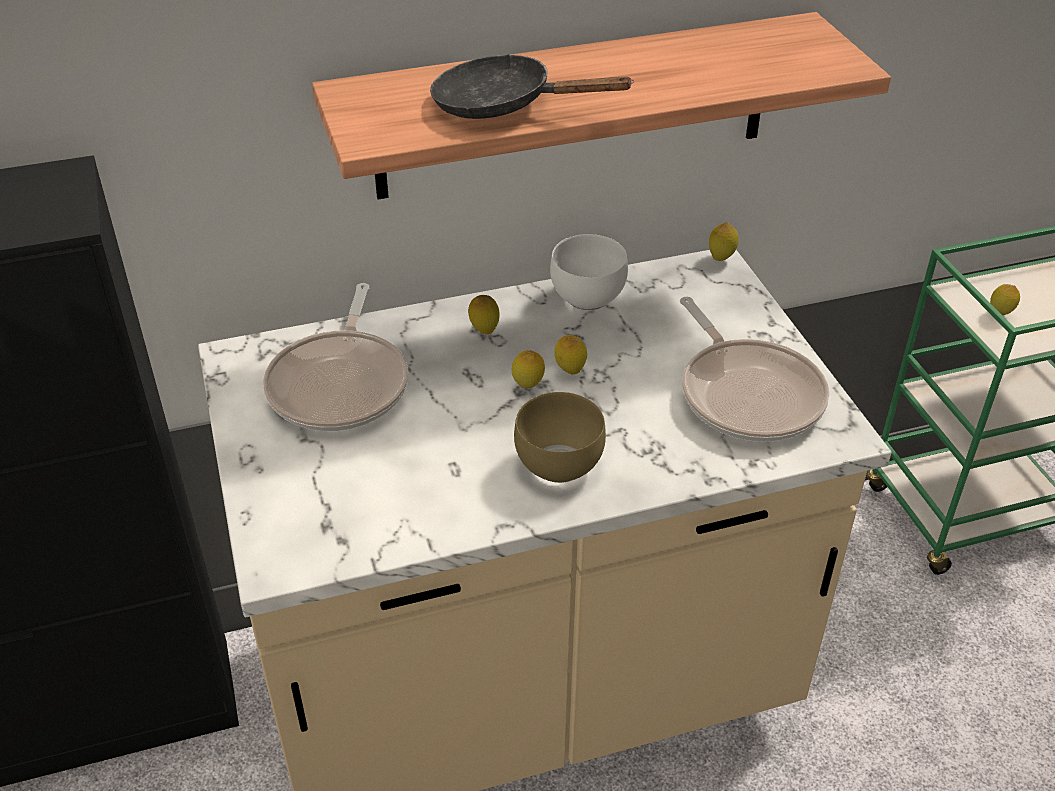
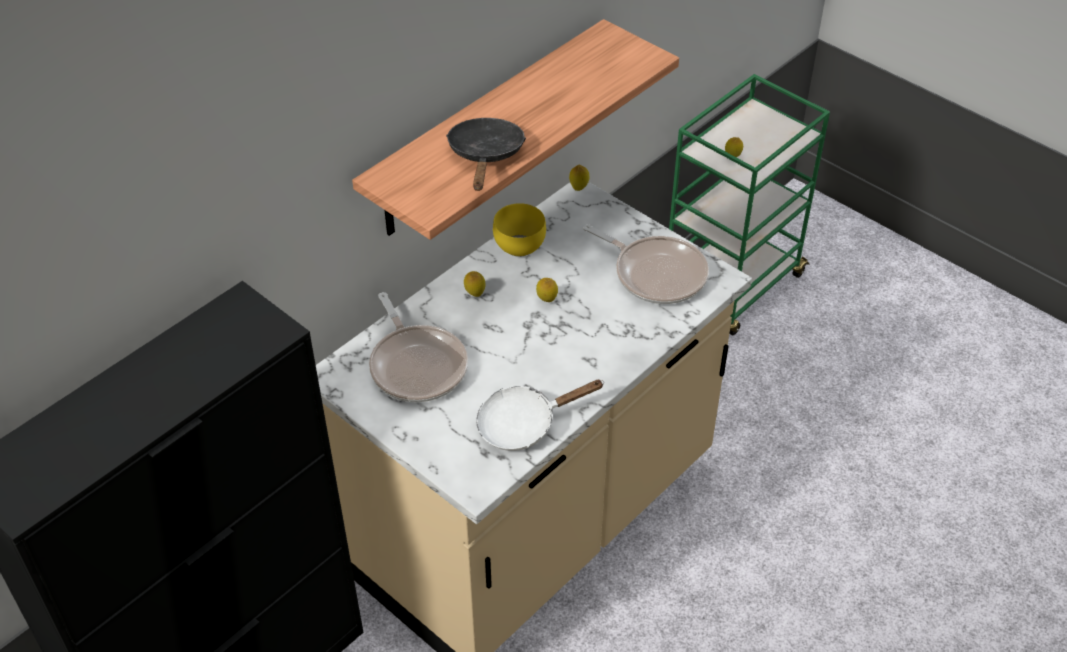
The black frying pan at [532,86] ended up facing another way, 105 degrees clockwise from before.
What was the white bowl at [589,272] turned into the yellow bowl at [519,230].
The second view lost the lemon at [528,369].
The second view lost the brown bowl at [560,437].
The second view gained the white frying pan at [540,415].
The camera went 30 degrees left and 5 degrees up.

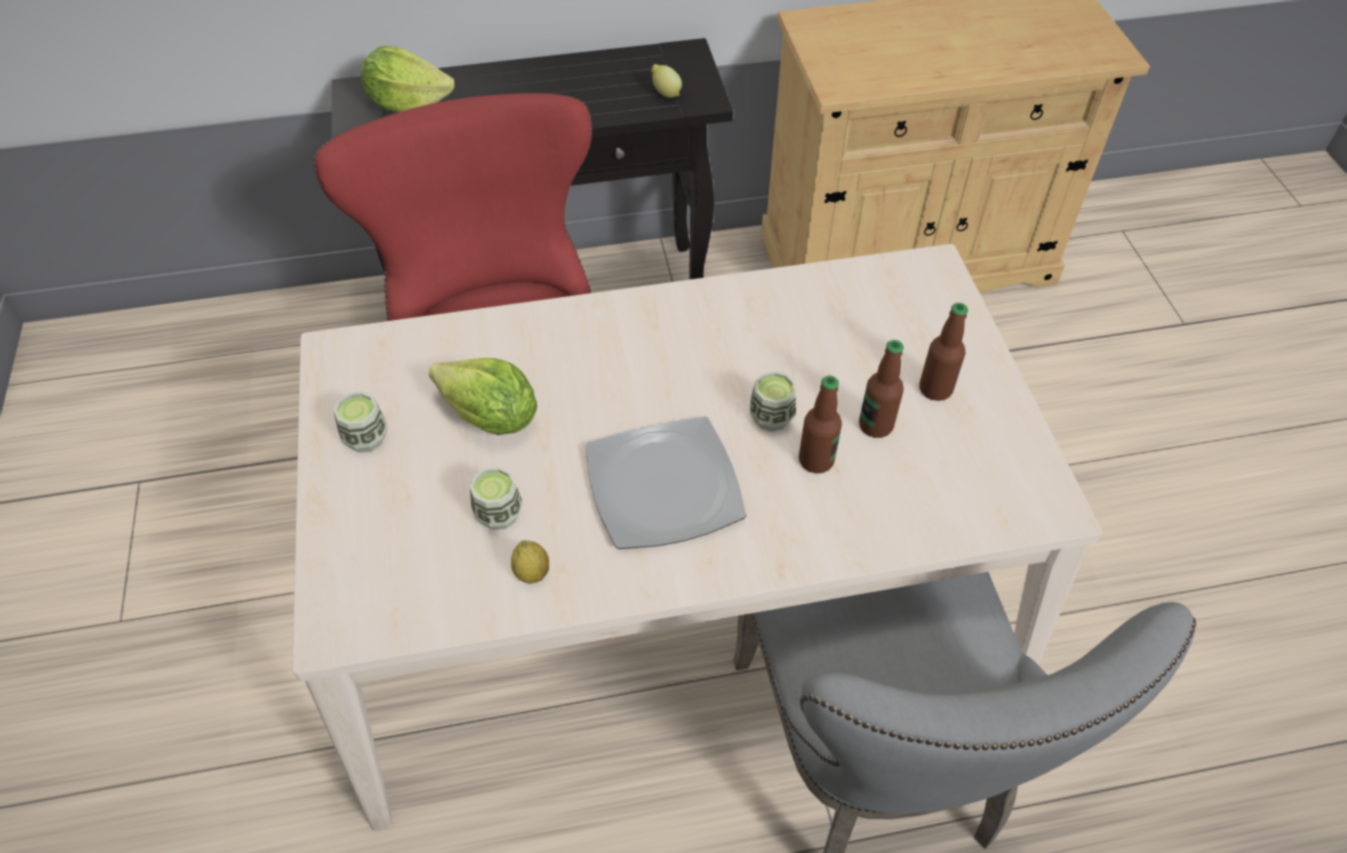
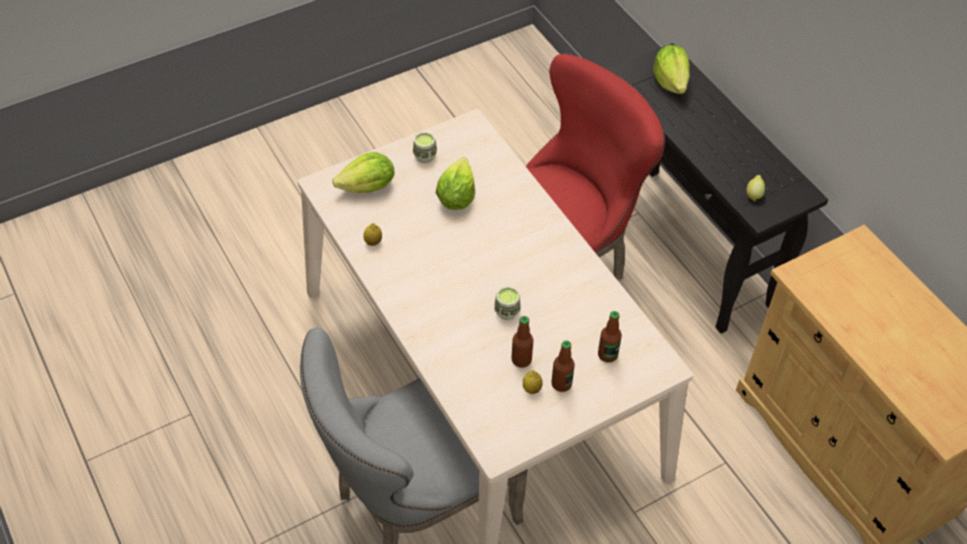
The bottle ended up elsewhere, having gone from [820,424] to [610,337].
The second view lost the plate at [666,482].
The second view lost the cup at [496,498].
The second view gained the lettuce at [363,172].
The second view gained the lemon at [533,382].
The camera went 70 degrees right and 0 degrees up.

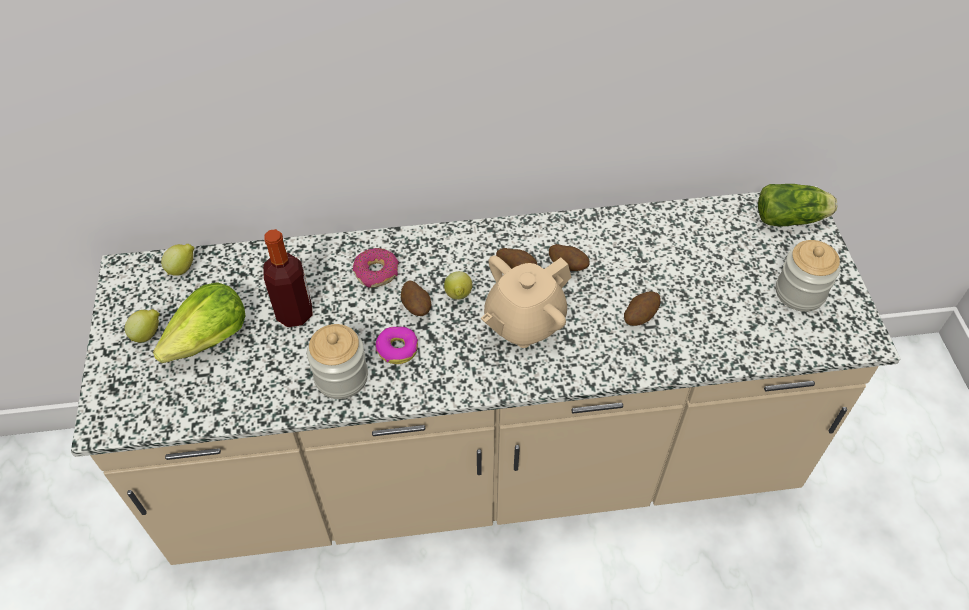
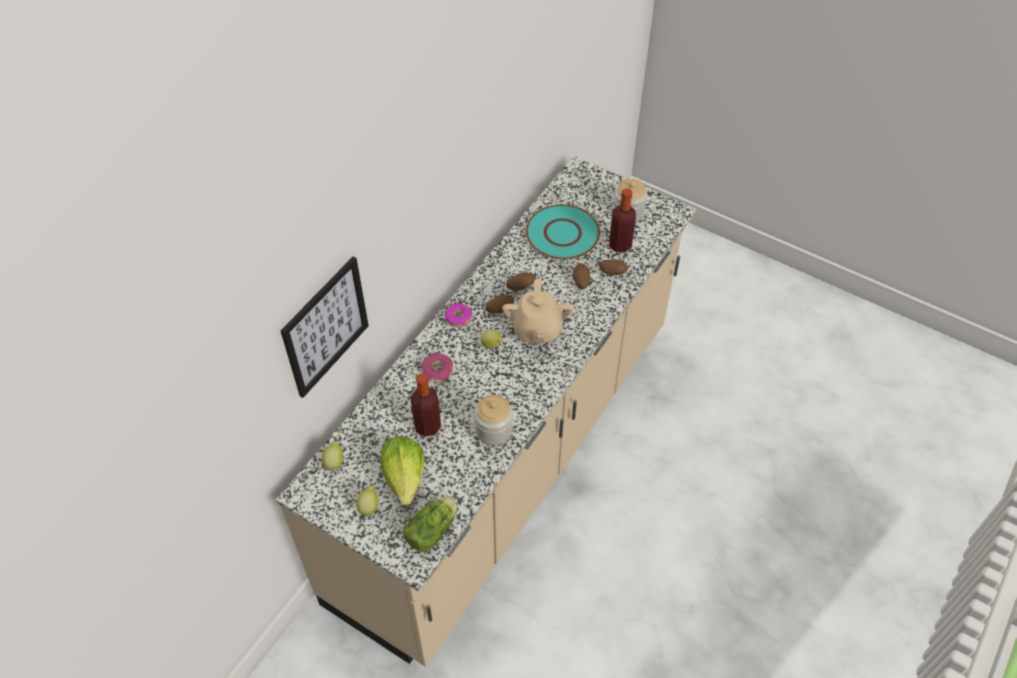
The lettuce ended up elsewhere, having gone from [798,205] to [429,524].
The potato ended up elsewhere, having gone from [416,298] to [613,267].
The donut ended up elsewhere, having gone from [397,345] to [458,315].
The second view gained the bottle at [622,220].
The second view gained the turquoise plate at [563,231].
The second view gained the picture at [325,327].
The camera went 50 degrees left and 0 degrees up.

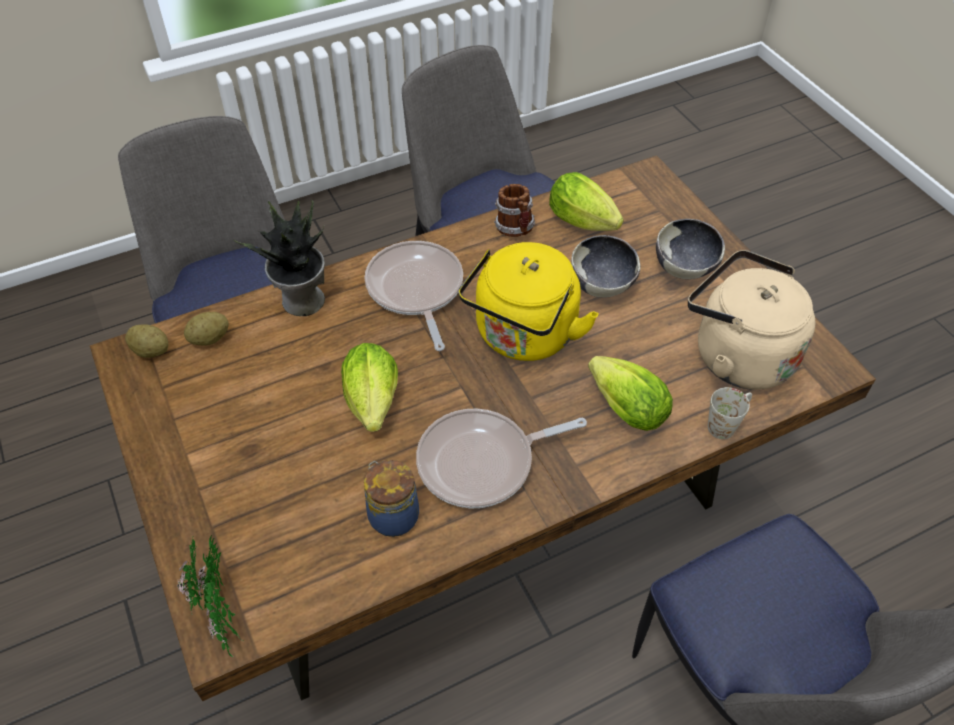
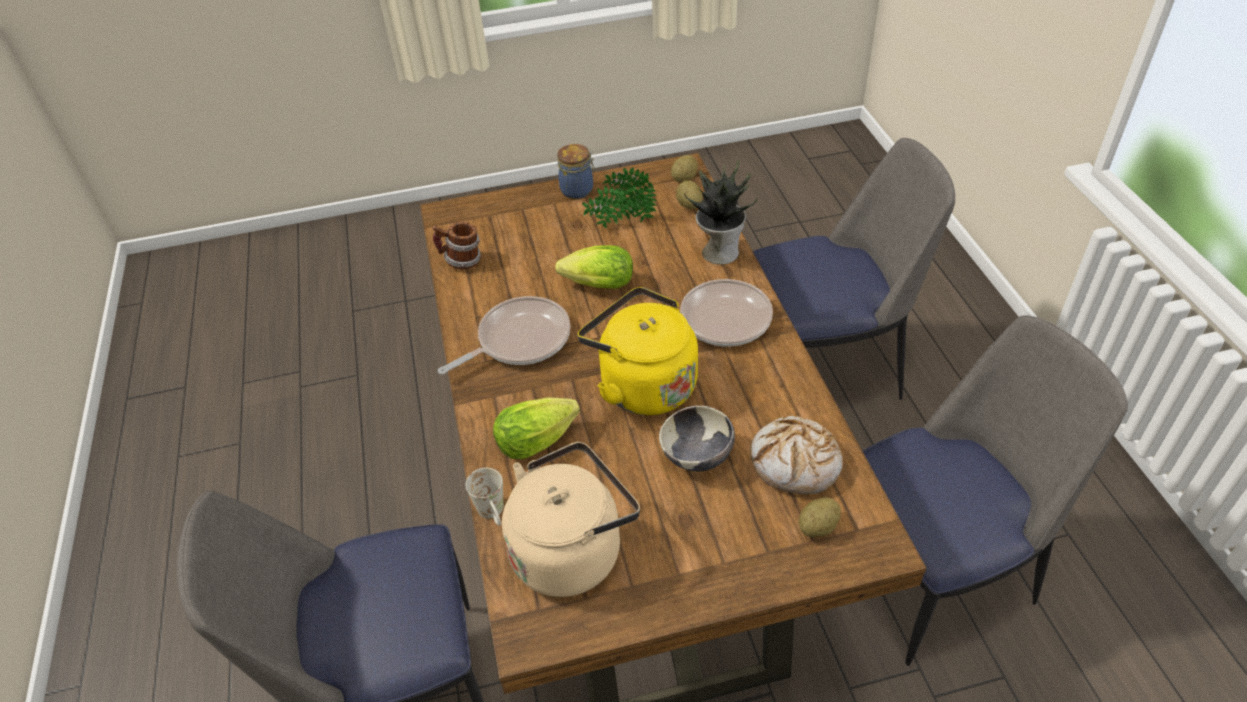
Where the lettuce stood at [586,201], the bread came to stand at [796,454].
The mug ended up elsewhere, having gone from [514,210] to [457,246].
The second view lost the bowl at [690,249].
The frying pan at [501,458] ended up facing another way, 60 degrees clockwise from before.
The jar ended up elsewhere, having gone from [391,498] to [576,171].
The potted plant ended up elsewhere, having gone from [210,596] to [619,197].
The second view gained the potato at [820,517].
The camera went 105 degrees right and 5 degrees down.

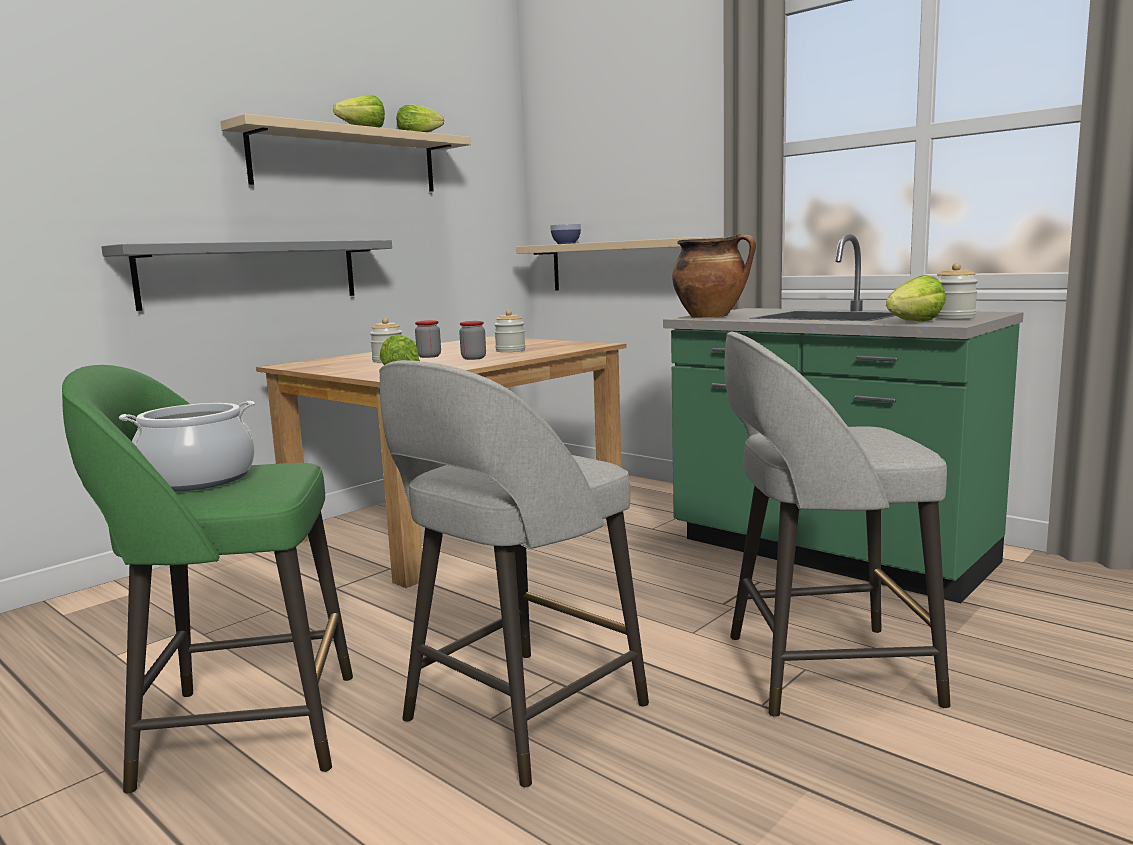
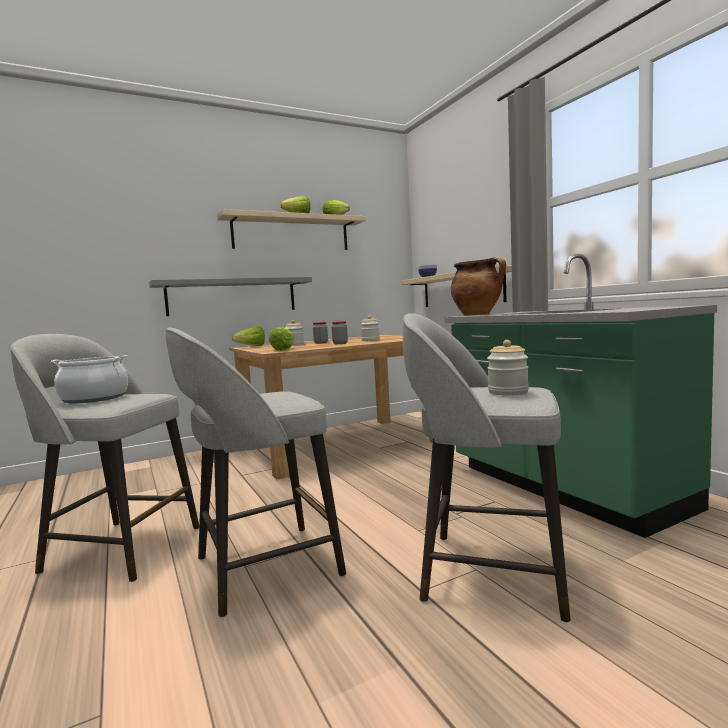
The jar ended up elsewhere, having gone from [956,291] to [508,368].
The lettuce ended up elsewhere, having gone from [916,298] to [248,336].
What was the green stool at [207,579] turned into the grey stool at [104,458].
The camera went 20 degrees right and 5 degrees down.

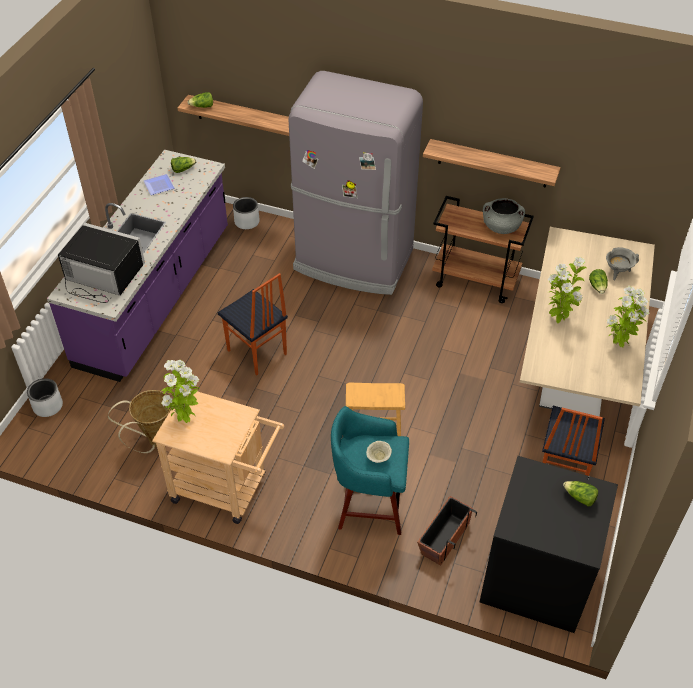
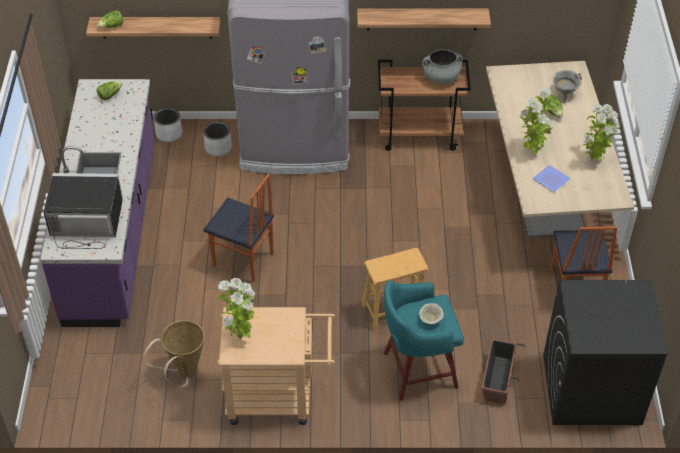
The plate ended up elsewhere, having gone from [159,184] to [552,178].
The grey planter ended up elsewhere, having gone from [45,397] to [217,138].
The second view lost the lettuce at [580,493].
The camera went 20 degrees left and 0 degrees up.

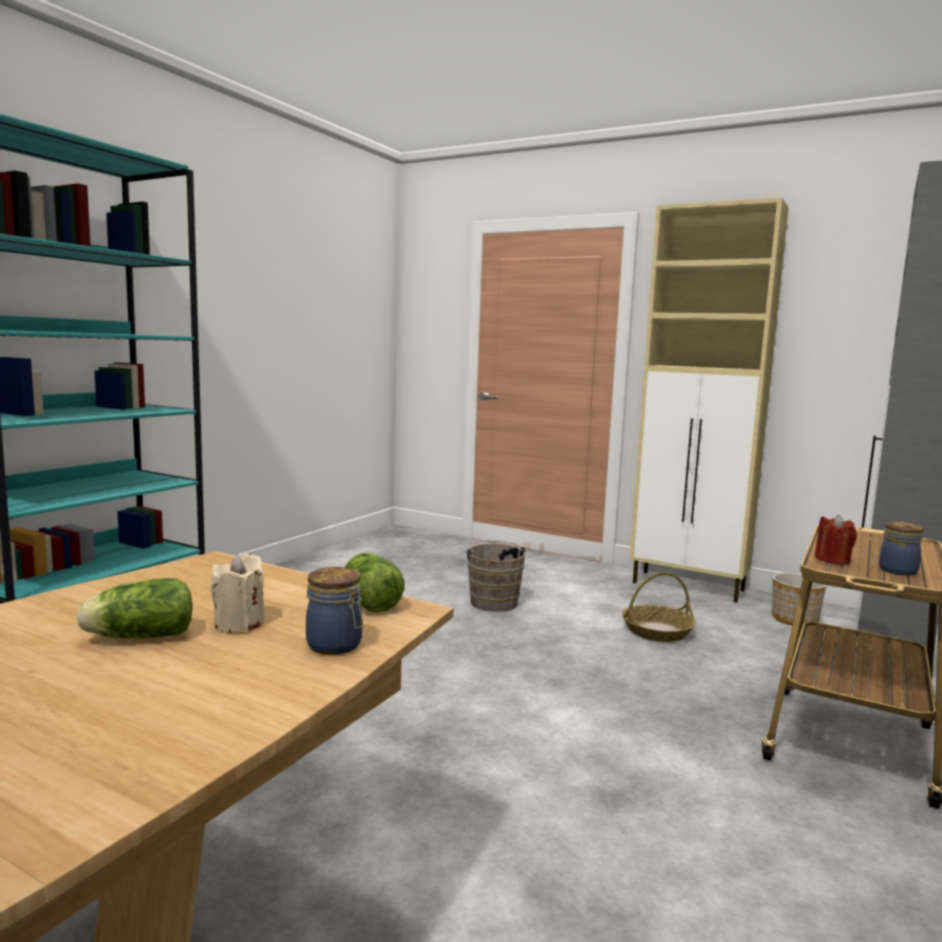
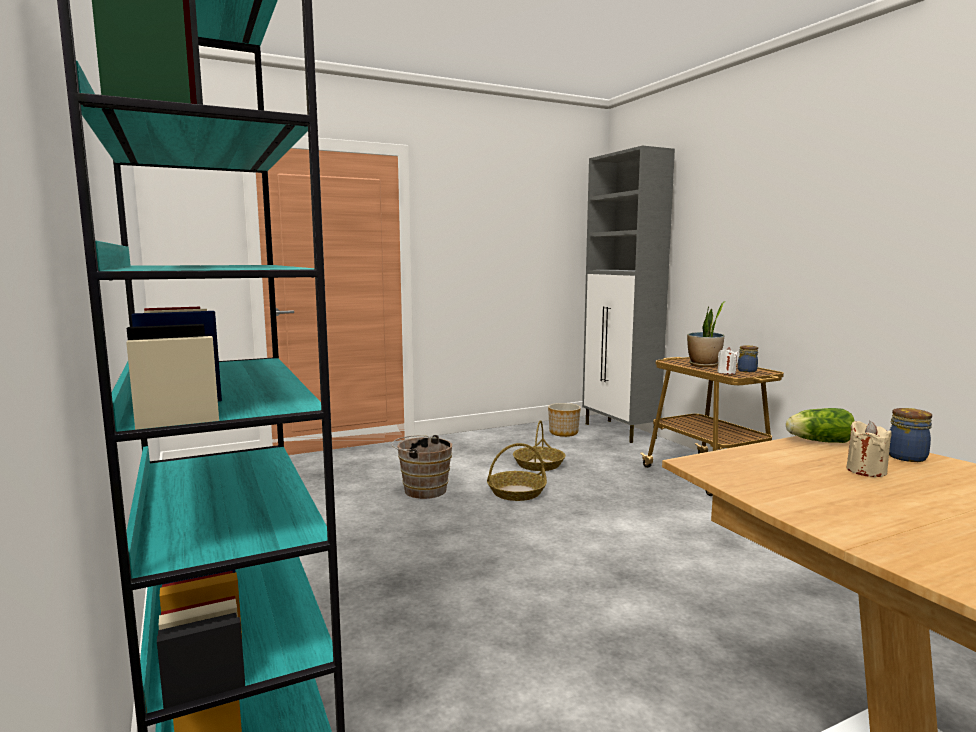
The second view lost the beige cabinet at [709,400].
What was the red candle at [836,540] turned into the white candle at [727,360].
The second view lost the lettuce at [135,608].
The second view gained the potted plant at [706,334].
The second view gained the basket at [517,472].
The camera went 55 degrees left and 0 degrees up.

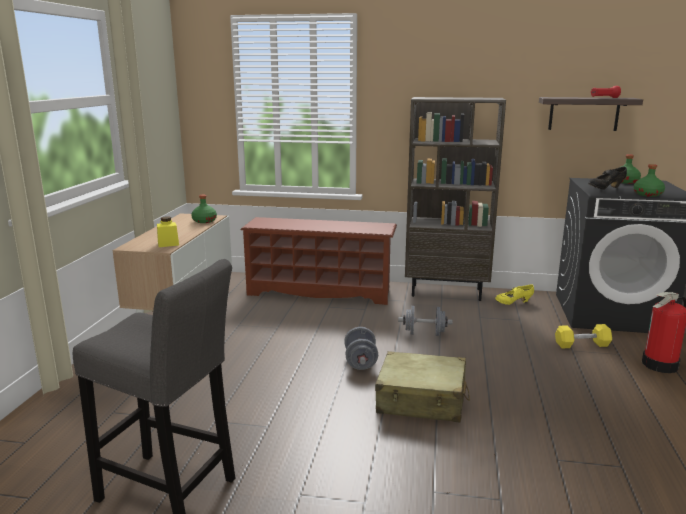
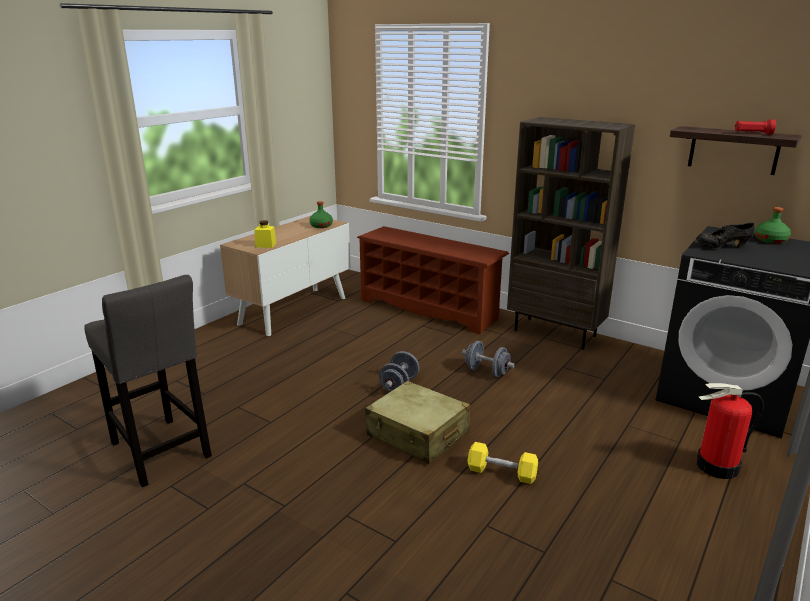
The second view lost the green bottle at [649,180].
The second view lost the yellow shoe at [514,294].
The yellow dumbbell ended up elsewhere, having gone from [583,336] to [502,463].
The camera went 25 degrees right and 5 degrees up.

